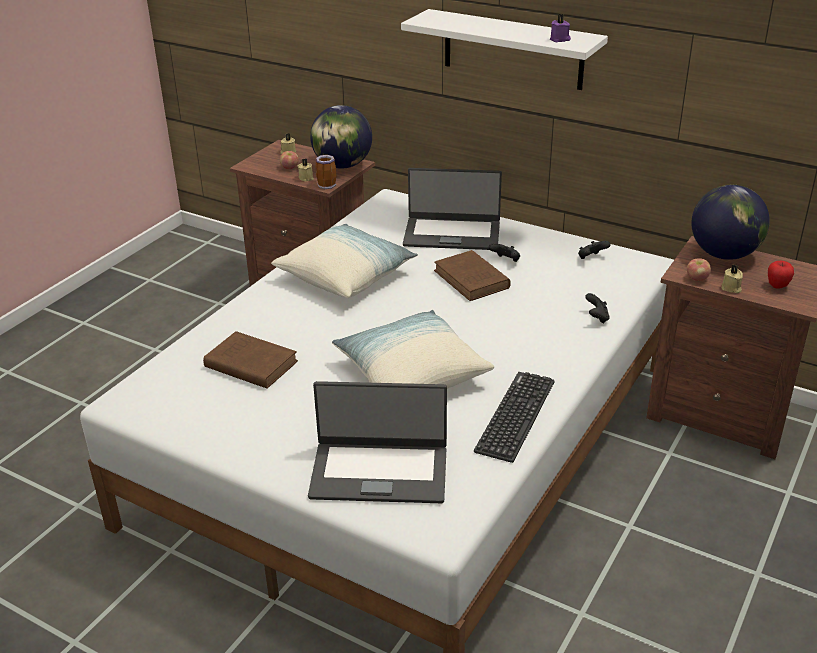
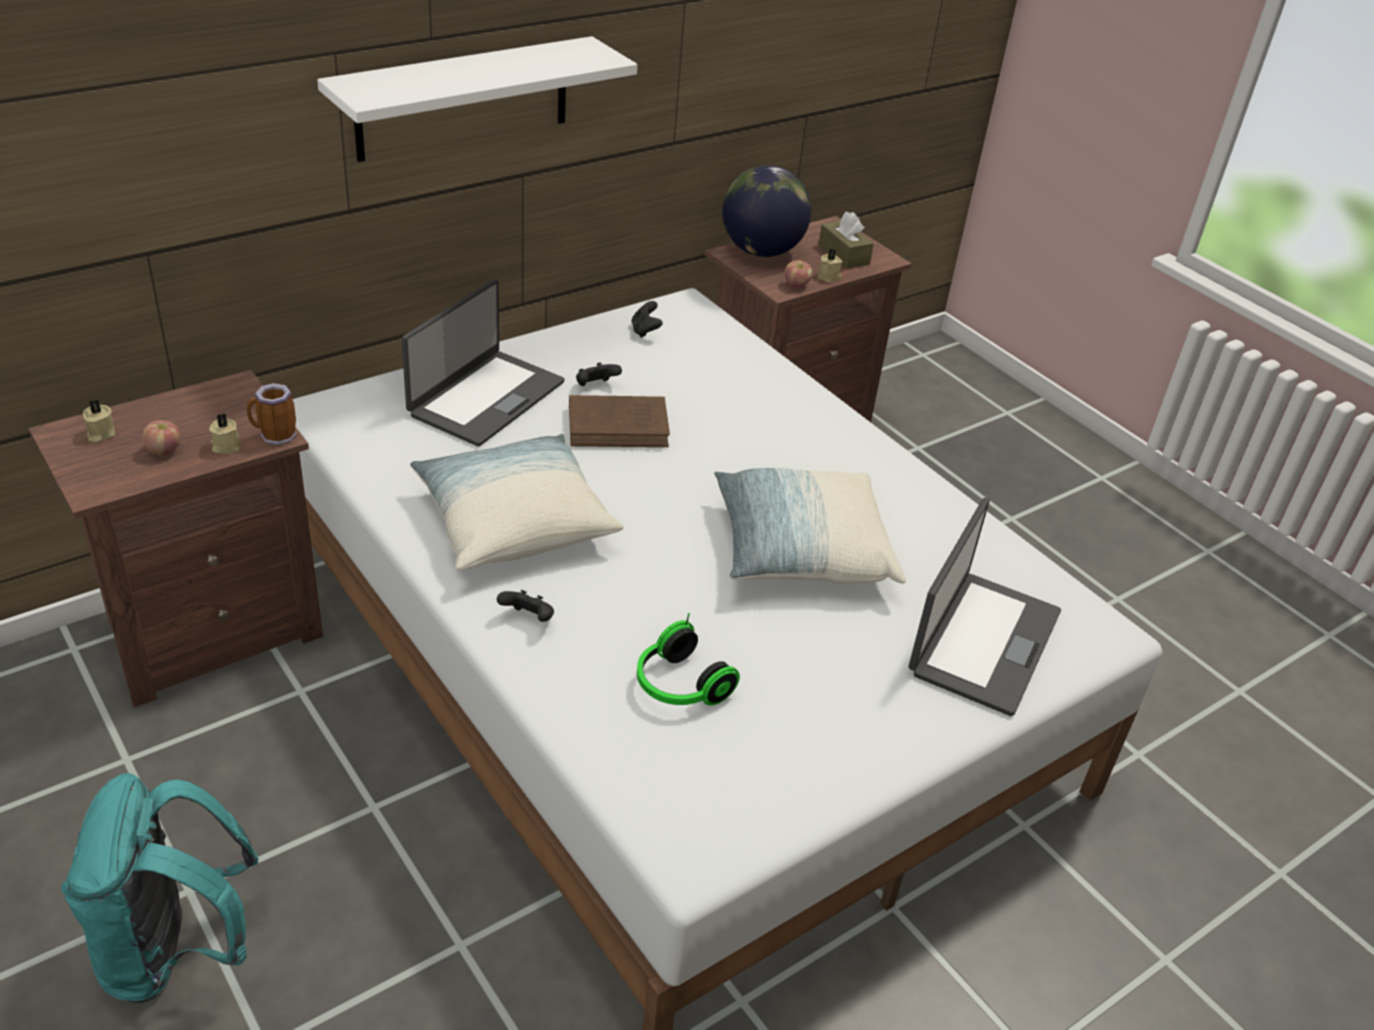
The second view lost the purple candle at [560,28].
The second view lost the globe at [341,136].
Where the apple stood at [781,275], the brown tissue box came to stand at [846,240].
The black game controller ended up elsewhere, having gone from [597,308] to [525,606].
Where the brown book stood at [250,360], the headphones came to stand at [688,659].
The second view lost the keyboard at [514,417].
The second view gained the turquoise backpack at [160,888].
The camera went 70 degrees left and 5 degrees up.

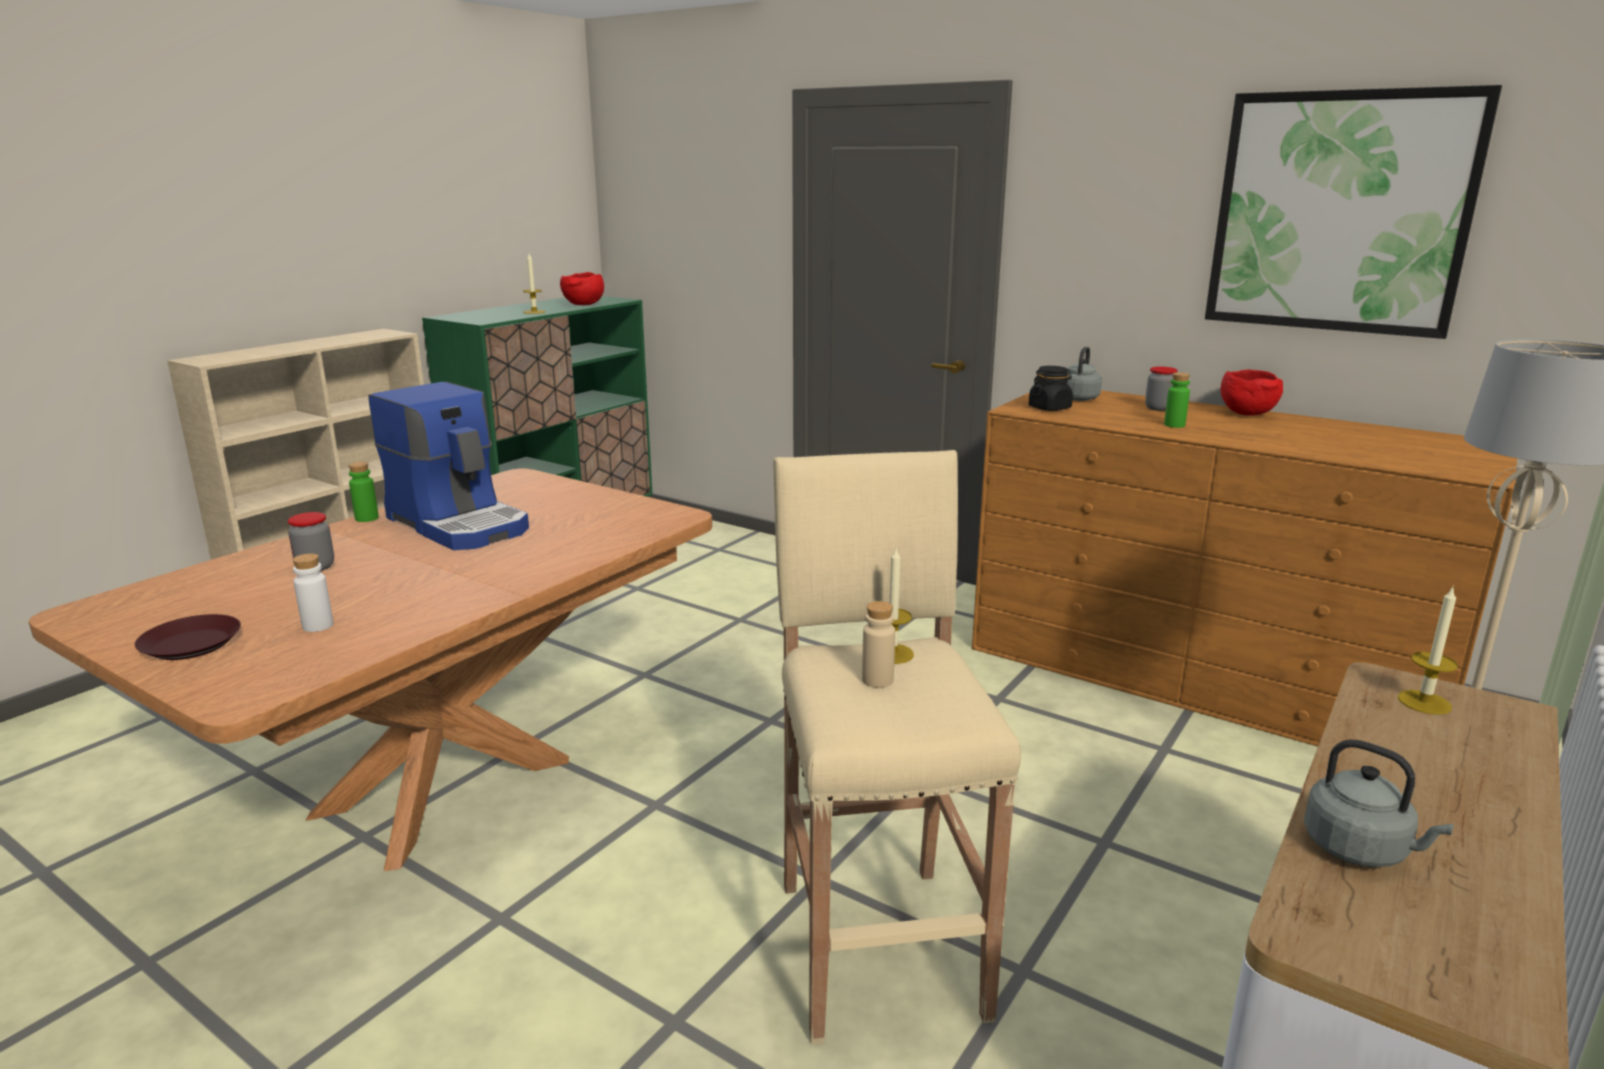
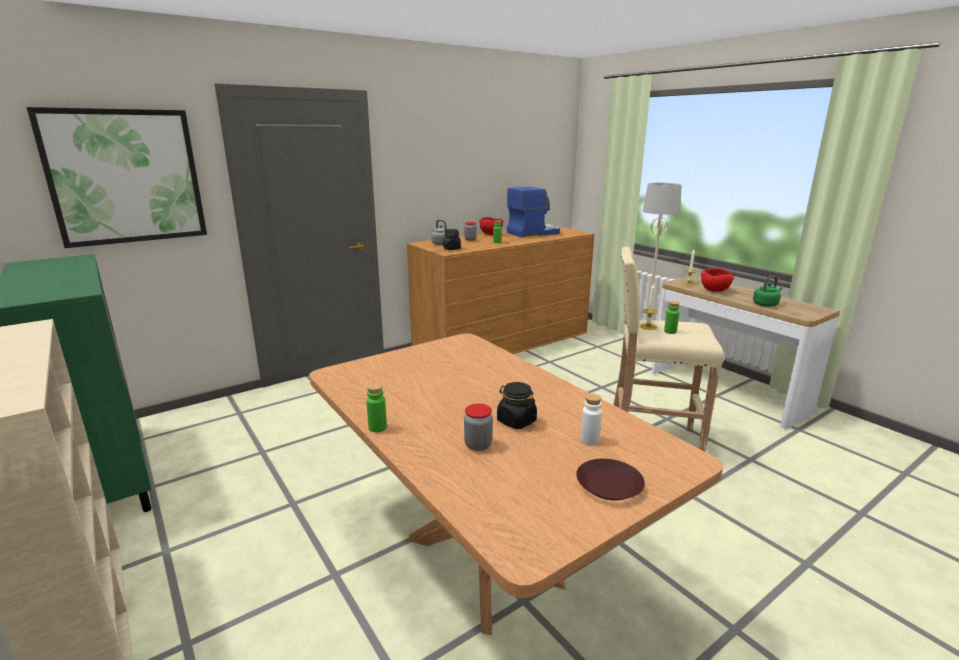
The picture ended up elsewhere, having gone from [1353,212] to [117,177].
The second view lost the candle at [534,284].
The red bowl ended up elsewhere, having gone from [582,288] to [717,280].
The coffee machine ended up elsewhere, having gone from [448,466] to [533,212].
What was the beige bottle at [878,644] turned into the green bottle at [671,317].
What was the grey kettle at [1379,803] turned into the green kettle at [768,291].
The second view gained the black jar at [517,405].
The camera went 70 degrees left and 0 degrees up.

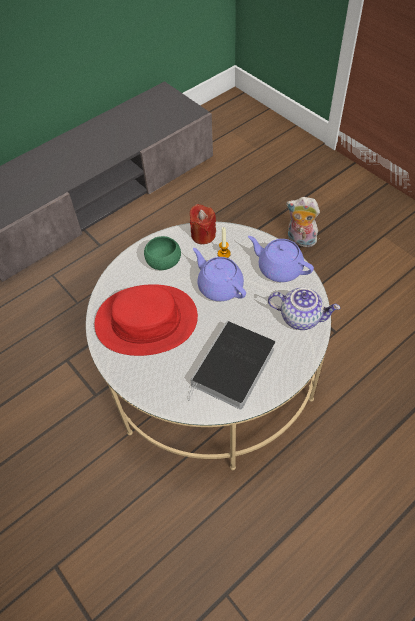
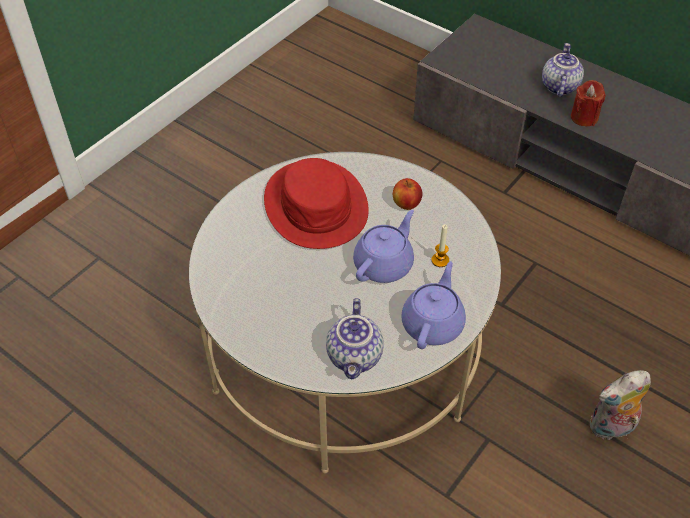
The plush toy at [303,222] ended up facing another way, 120 degrees counterclockwise from before.
The red candle ended up elsewhere, having gone from [203,224] to [588,103].
Where the green bowl stood at [162,253], the apple came to stand at [408,194].
The second view lost the book at [231,365].
The second view gained the teapot at [563,70].
The camera went 75 degrees right and 5 degrees down.

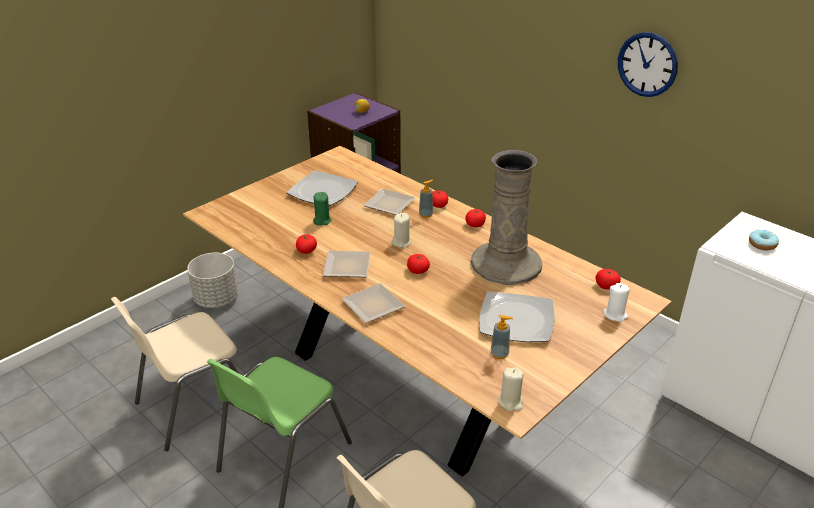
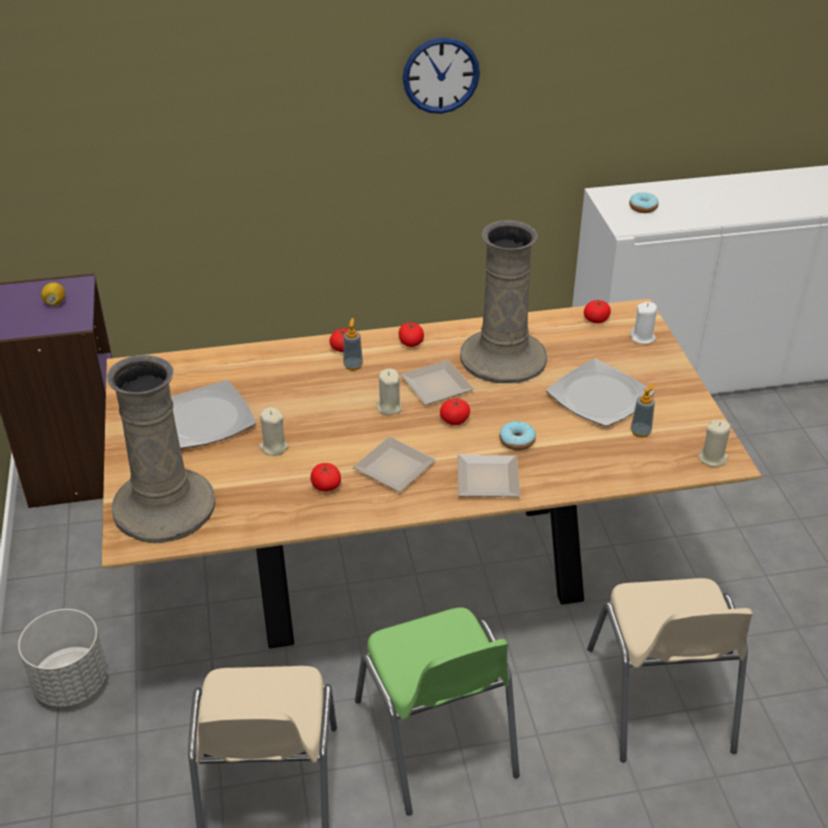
The plate ended up elsewhere, having gone from [389,202] to [437,382].
What was the green candle at [322,208] turned into the beige candle at [273,431].
The second view gained the beige vase at [160,449].
The second view gained the donut at [517,436].
The camera went 55 degrees left and 5 degrees up.

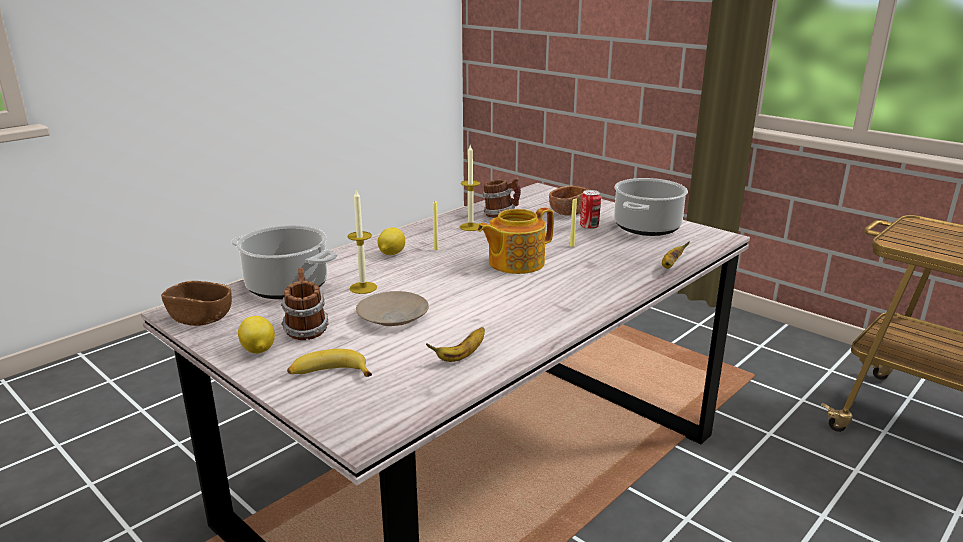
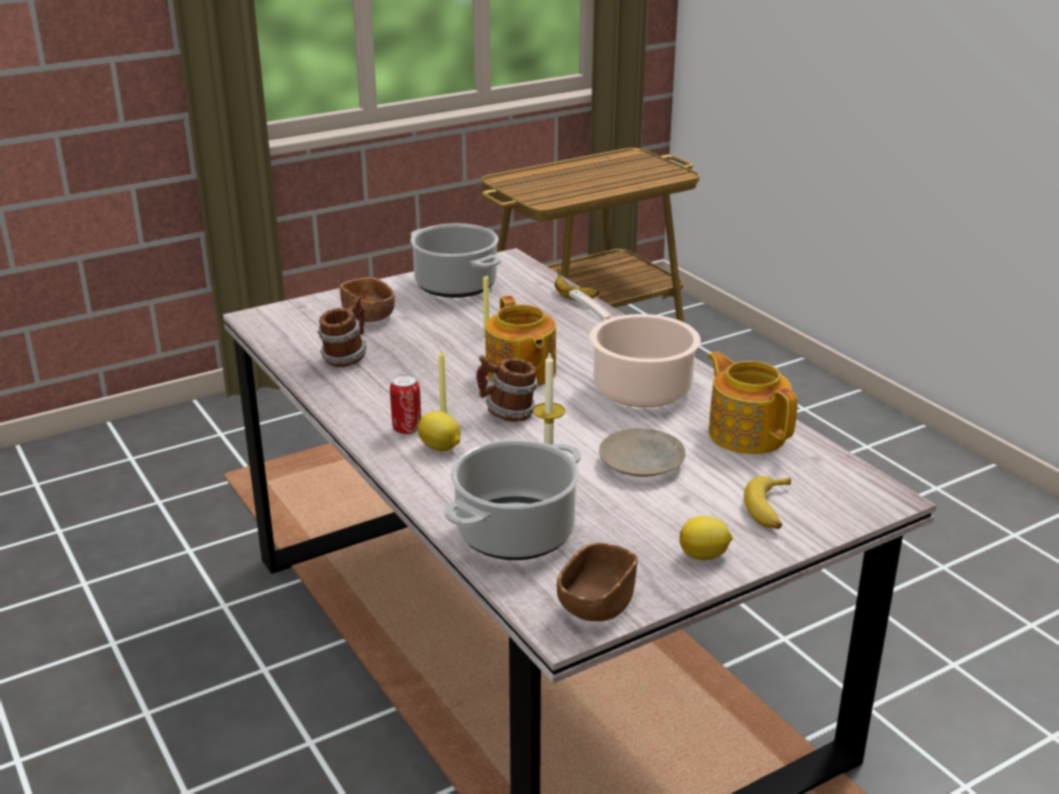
The second view lost the candle at [470,188].
The can ended up elsewhere, having gone from [590,209] to [405,404].
The mug ended up elsewhere, having gone from [304,304] to [507,388].
Where the banana stood at [455,344], the teapot came to stand at [753,402].
The second view gained the cooking pot at [635,348].
The camera went 75 degrees left and 5 degrees up.

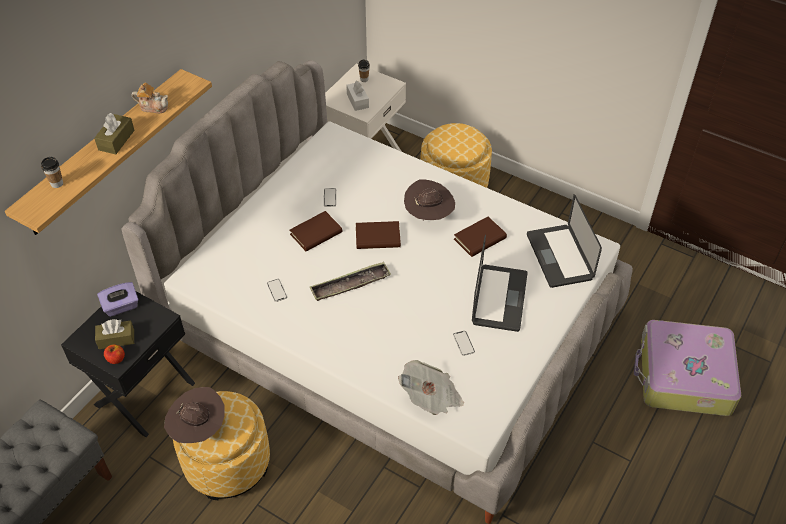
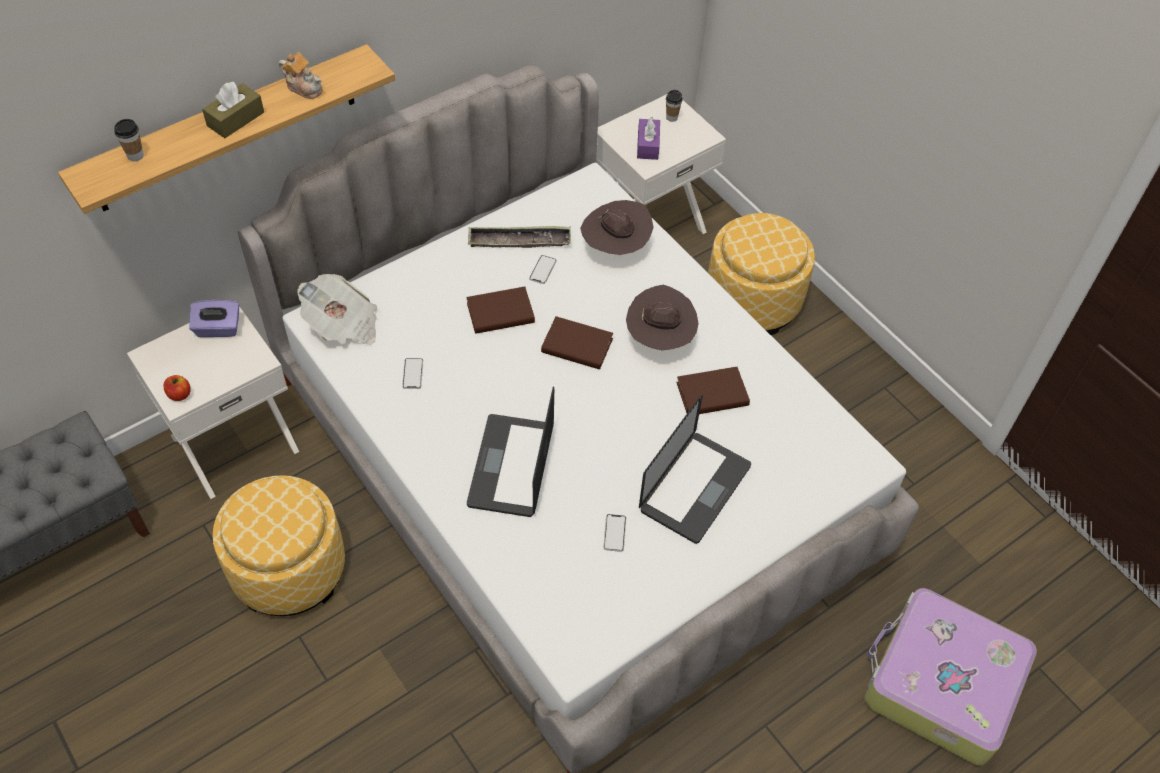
What was the white tissue box at [357,96] turned into the purple tissue box at [648,138].
The laptop ended up elsewhere, having gone from [564,241] to [510,451].
The tray ended up elsewhere, having gone from [350,281] to [519,237].
What was the black nightstand at [128,364] turned into the white nightstand at [213,402].
The second view lost the brown tissue box at [114,334].
The newspaper ended up elsewhere, having gone from [431,387] to [337,309].
The brown hat ended up elsewhere, having gone from [194,415] to [617,227].
The camera went 20 degrees right and 5 degrees up.

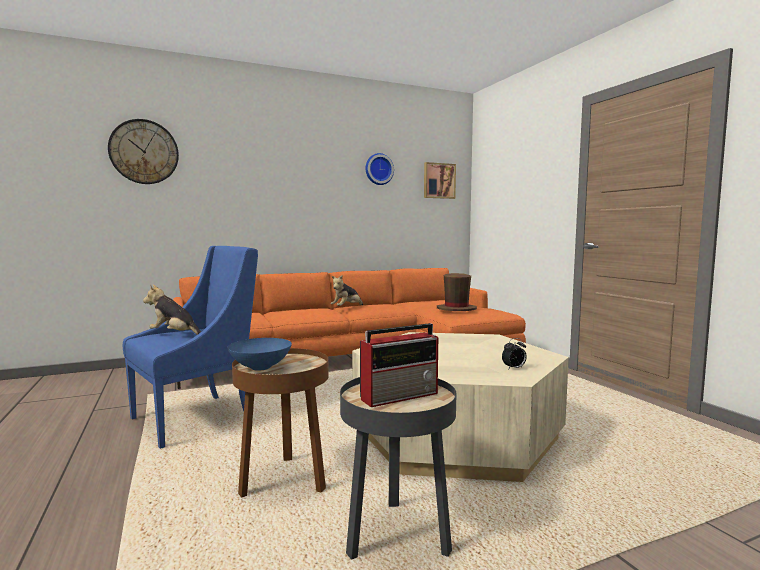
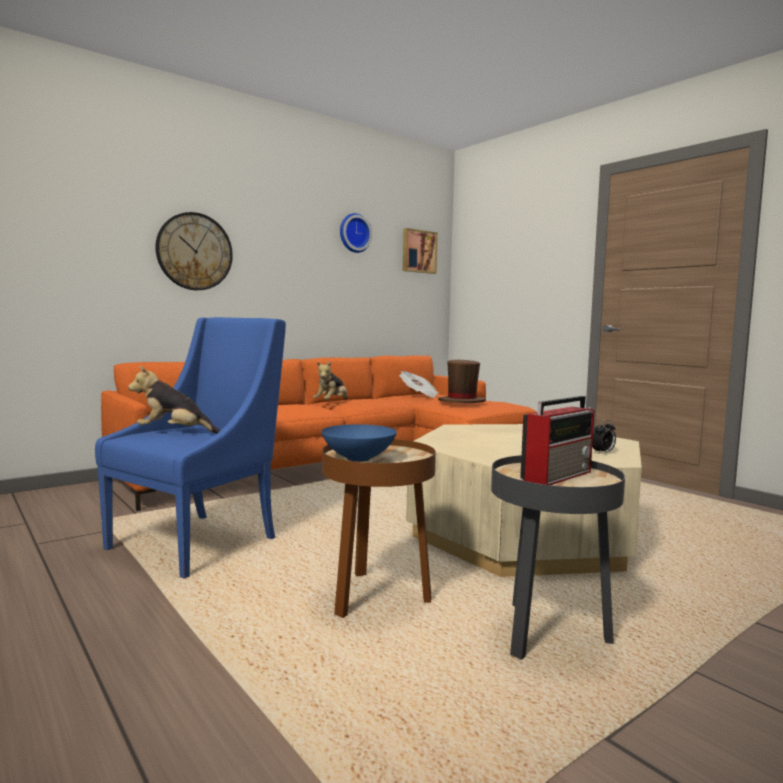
The wall clock ended up elsewhere, having gone from [143,151] to [194,251].
The second view gained the newspaper at [419,384].
The camera went 15 degrees left and 0 degrees up.

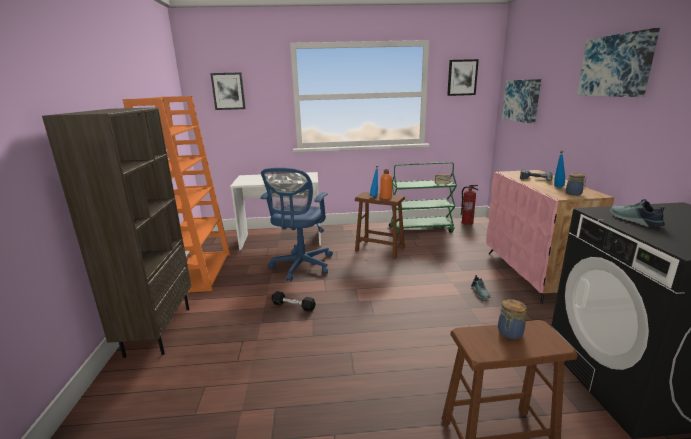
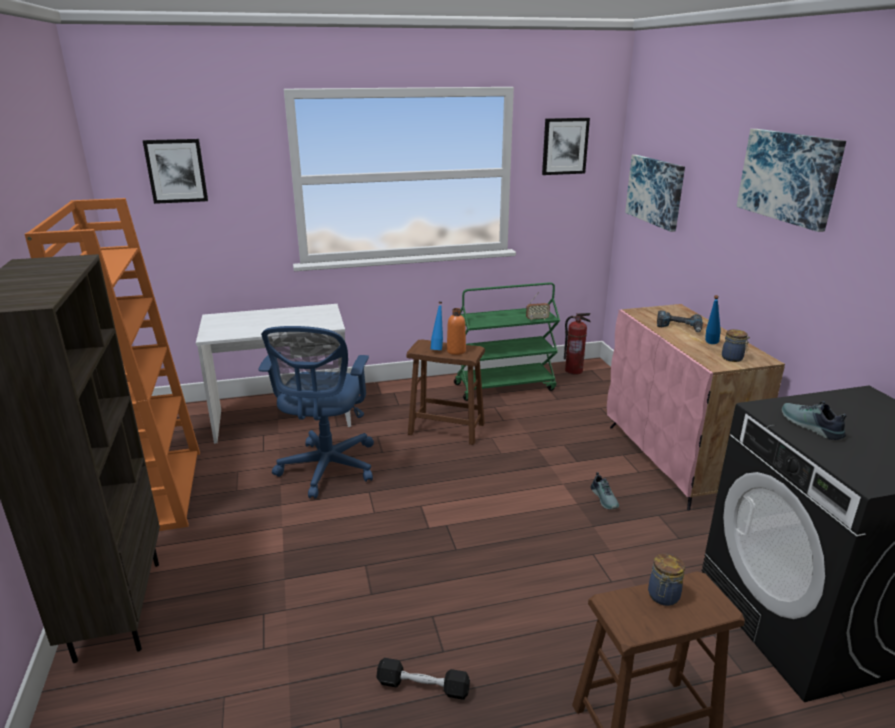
The black dumbbell ended up elsewhere, having gone from [293,301] to [423,679].
The camera went 10 degrees left and 5 degrees up.

